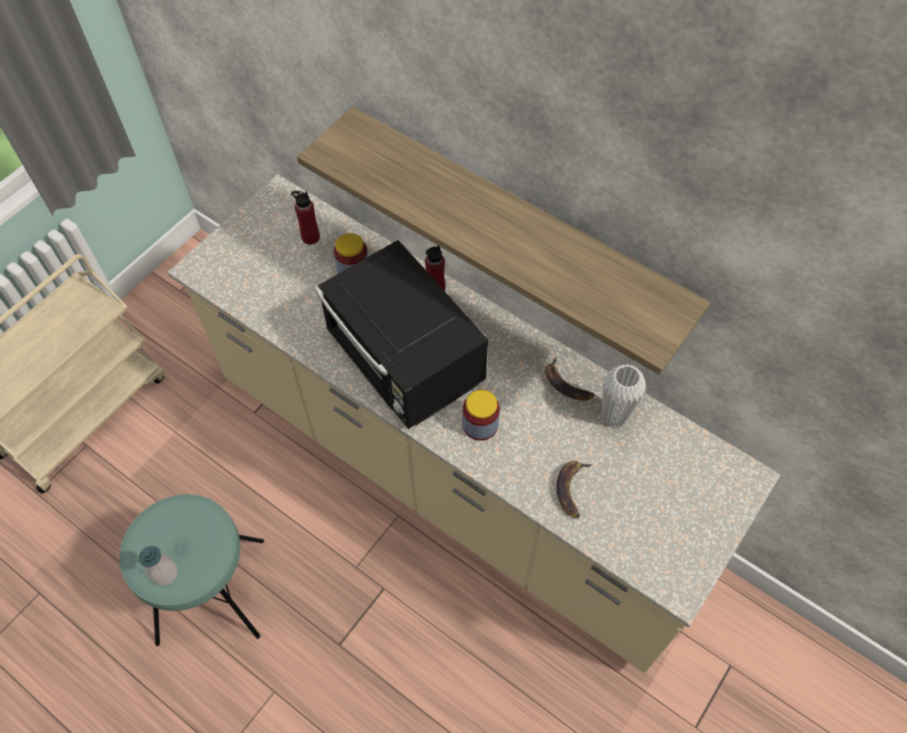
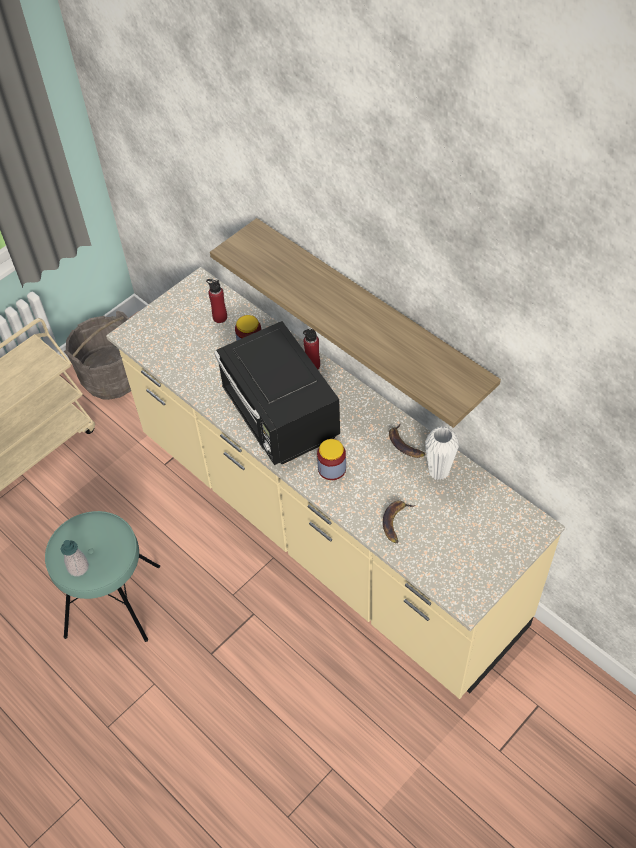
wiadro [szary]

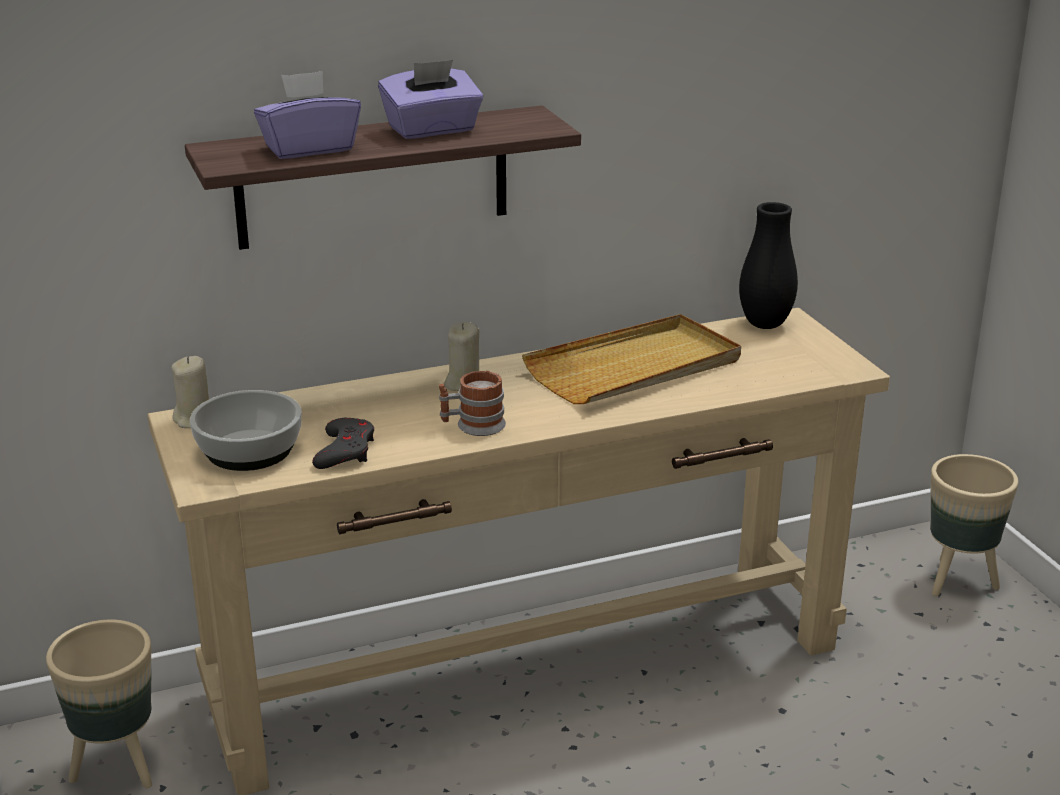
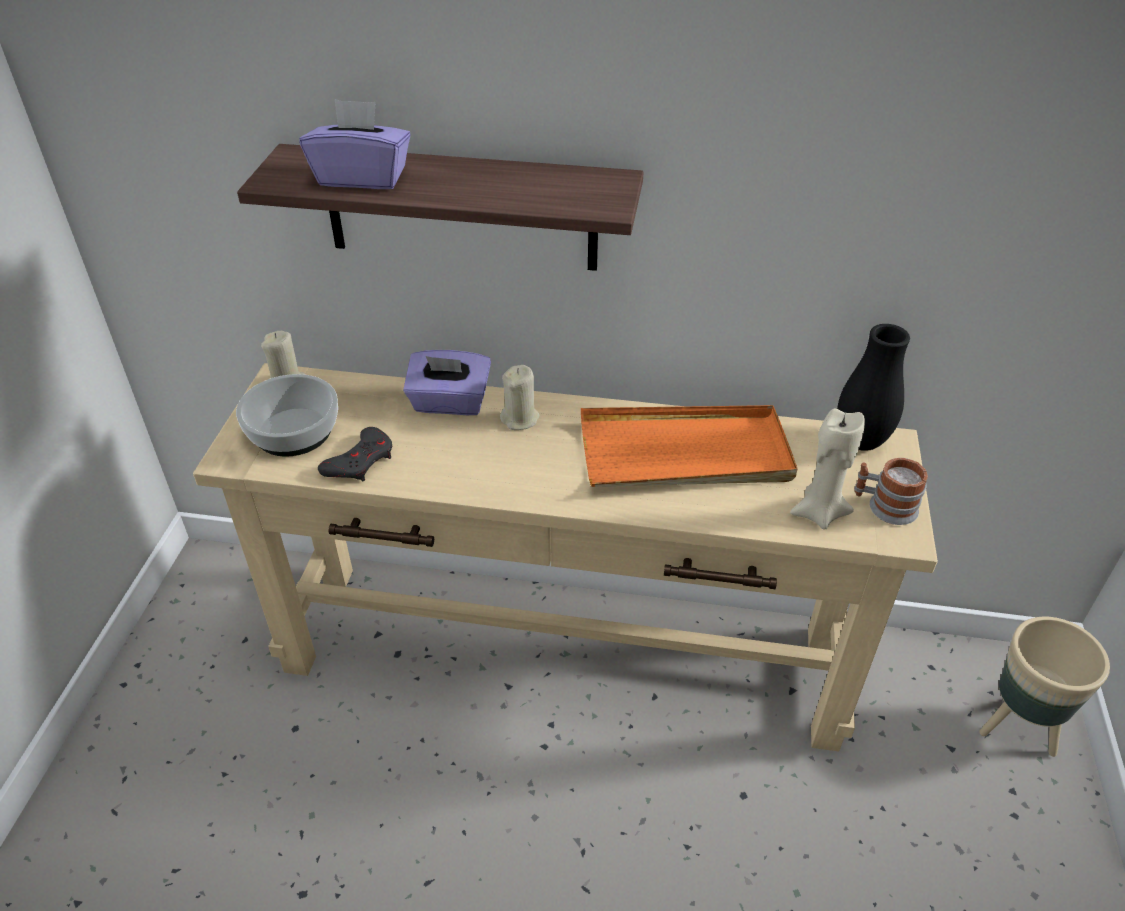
donica [beżowy] (1st from left in the first image)
pudełko chusteczek [fioletowy] (2nd from left)
kubek
taca [pomarańczowy]
świeca [beżowy] (3rd from left)

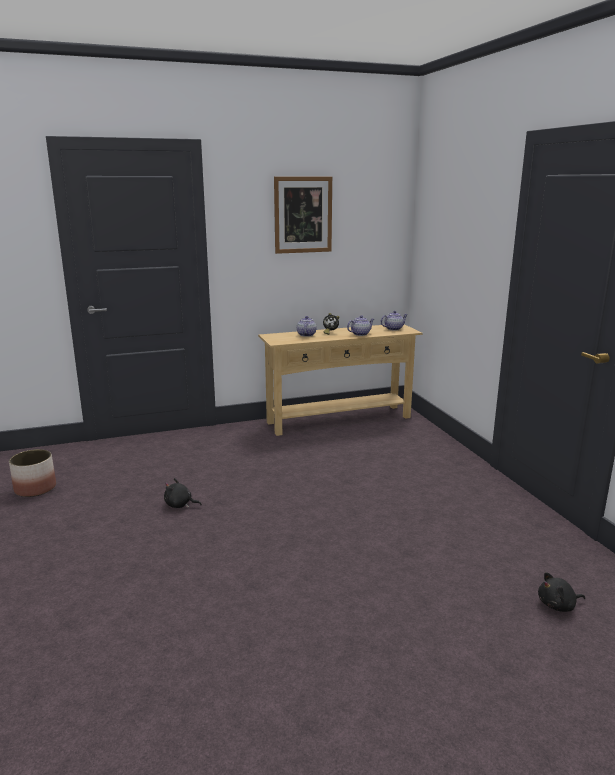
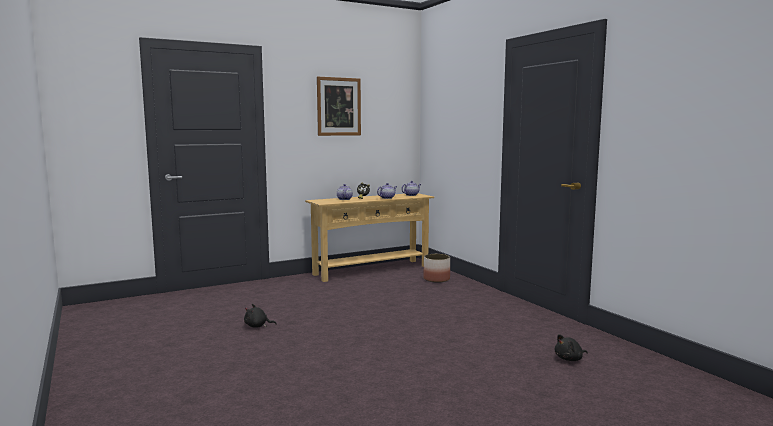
donica

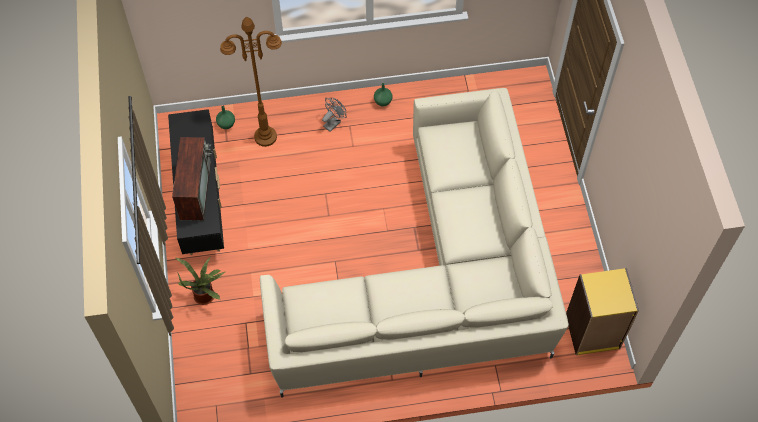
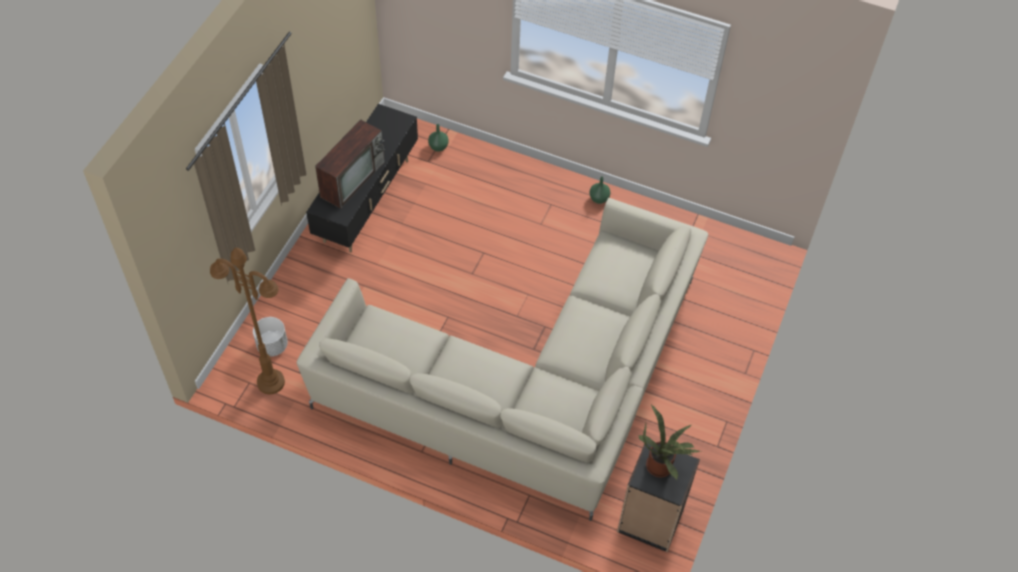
roślina doniczkowa
lampa stojąca [brązowy]
wentylator [szary]
regał [czarny]
donica [biały]

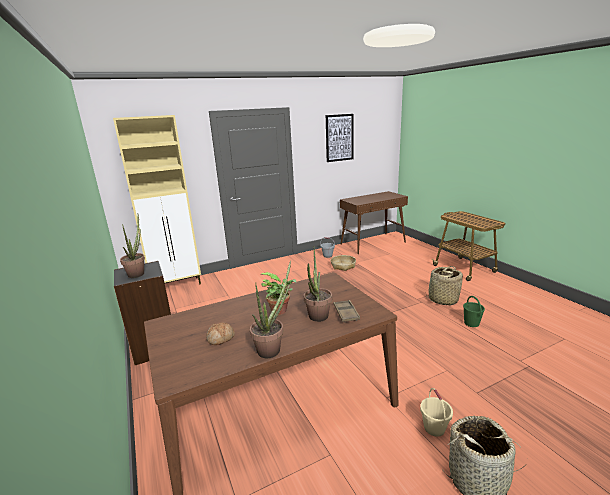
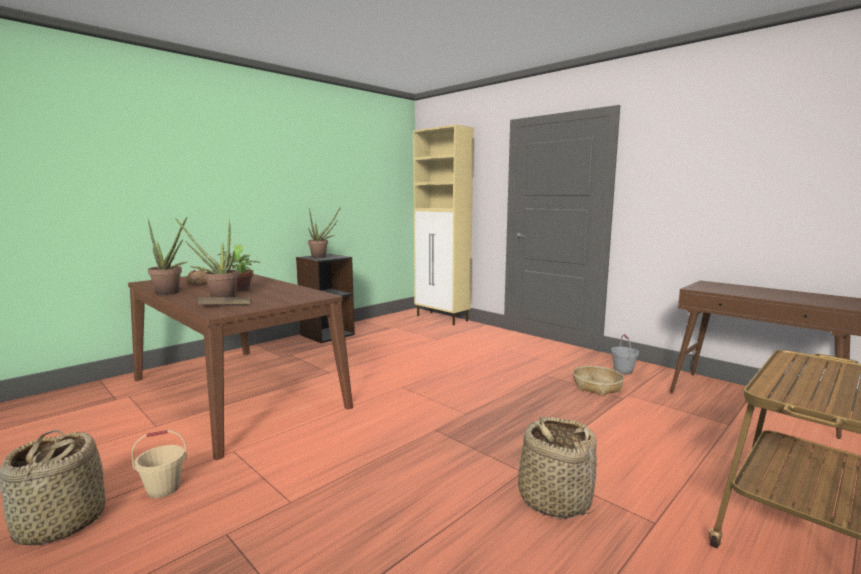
obraz
wiadro [zielony]

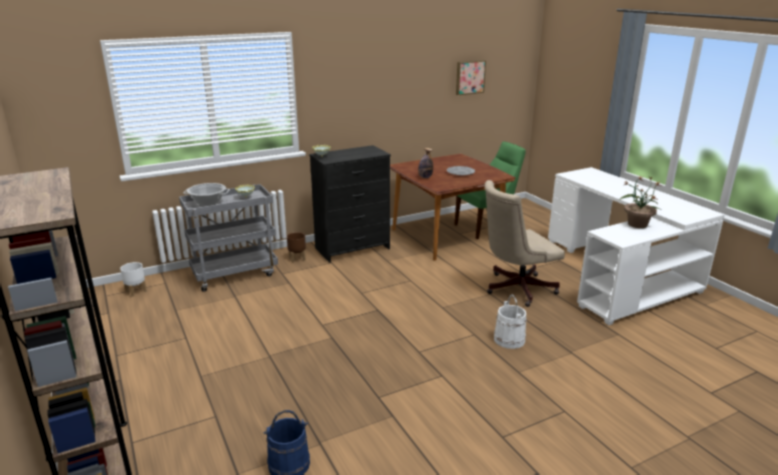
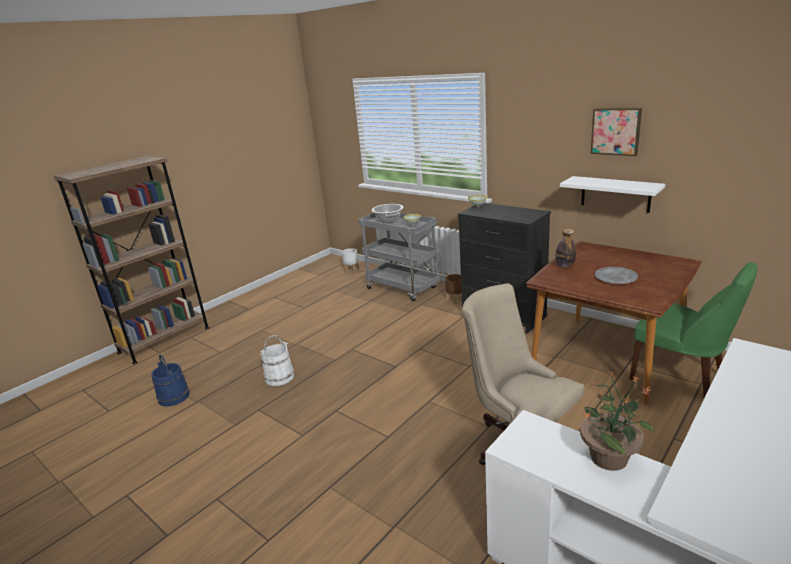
obraz
wiadro [biały]
półka [biały]

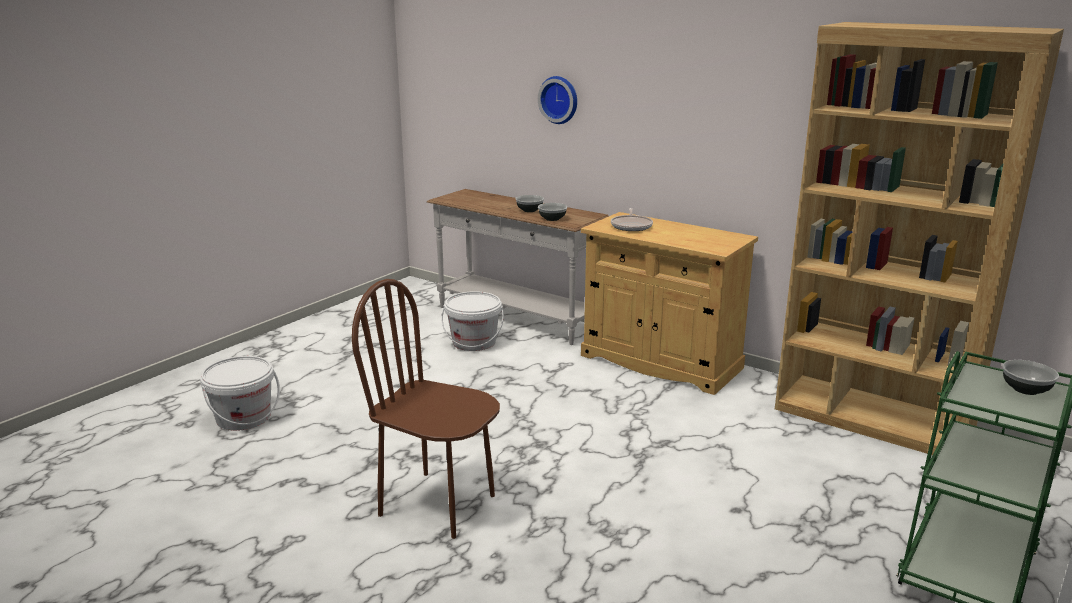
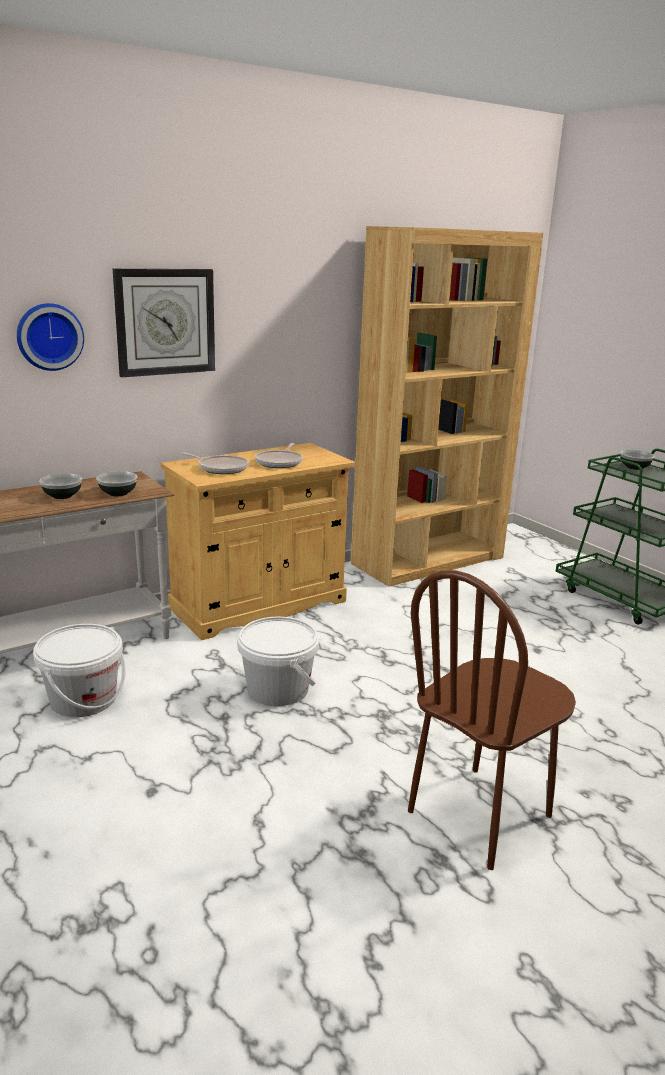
wiadro [biały] (2nd from left)
zegar ścienny (2nd from left)
patelnia (2nd from left)

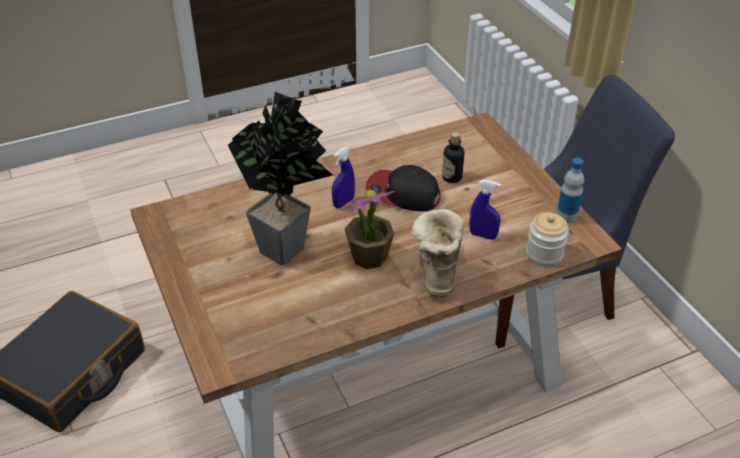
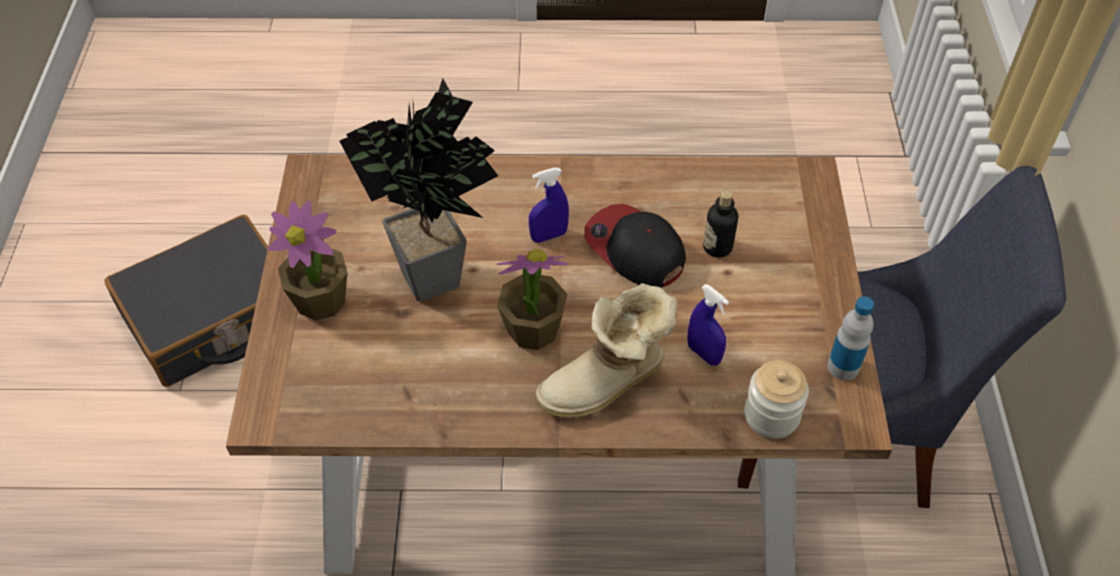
but z cholewką
roślina doniczkowa (1st from left)

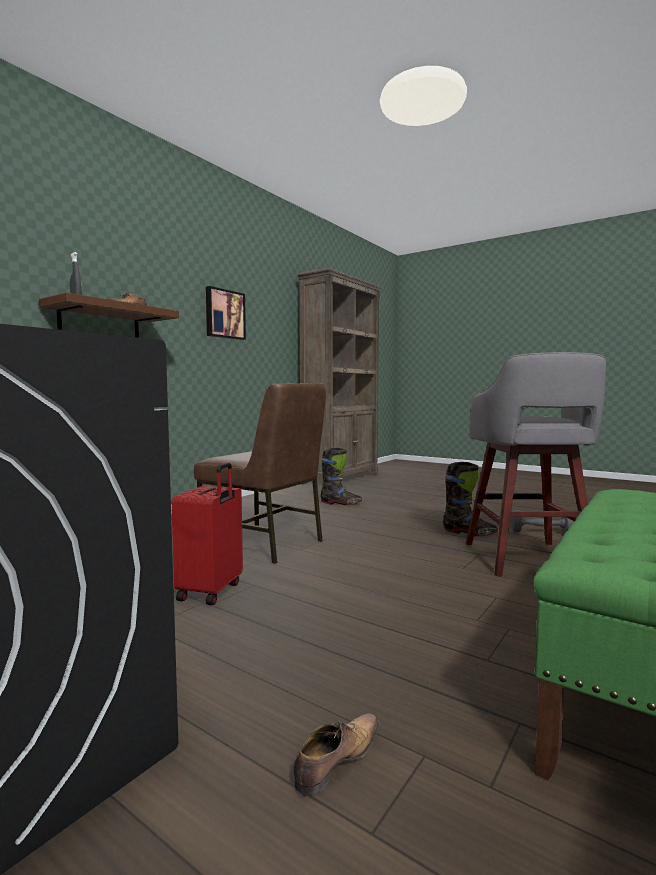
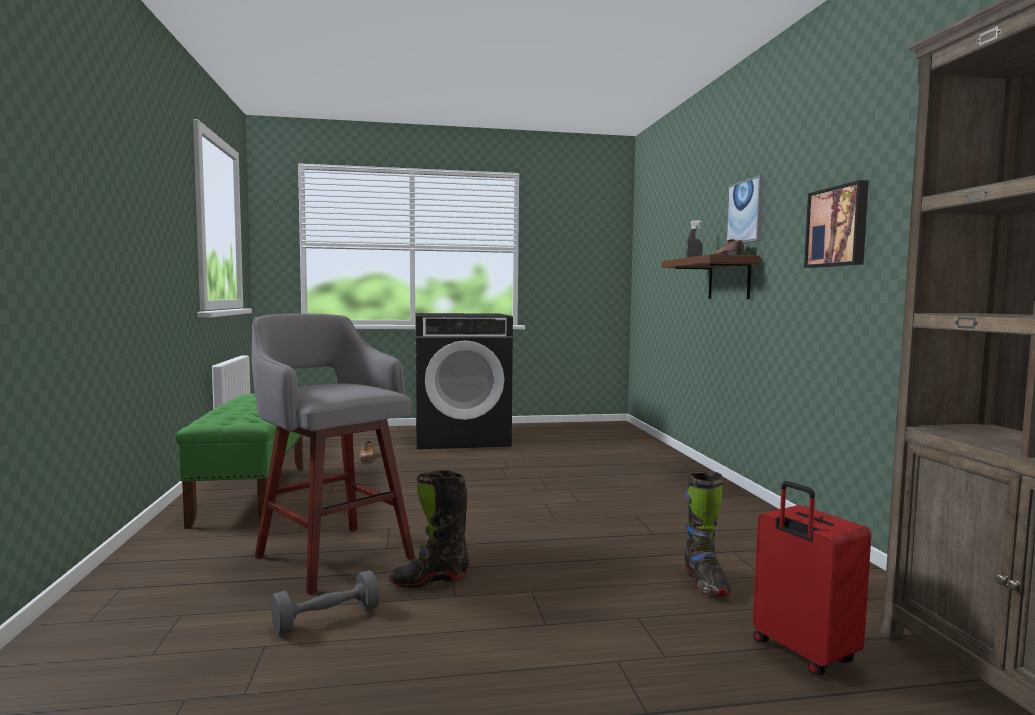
walizka [czerwony]
krzesło [brązowy]
but z cholewką [czarny] (2nd from left)
obraz (1st from left)

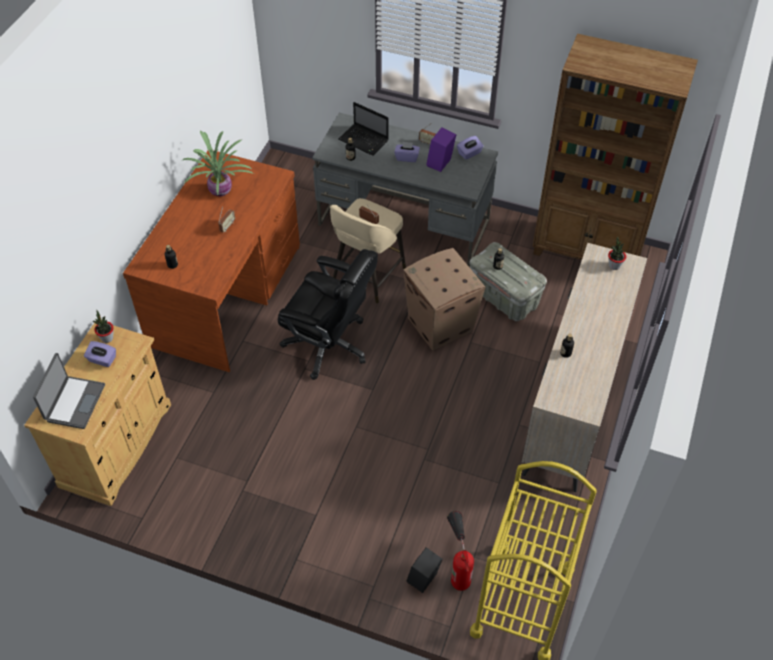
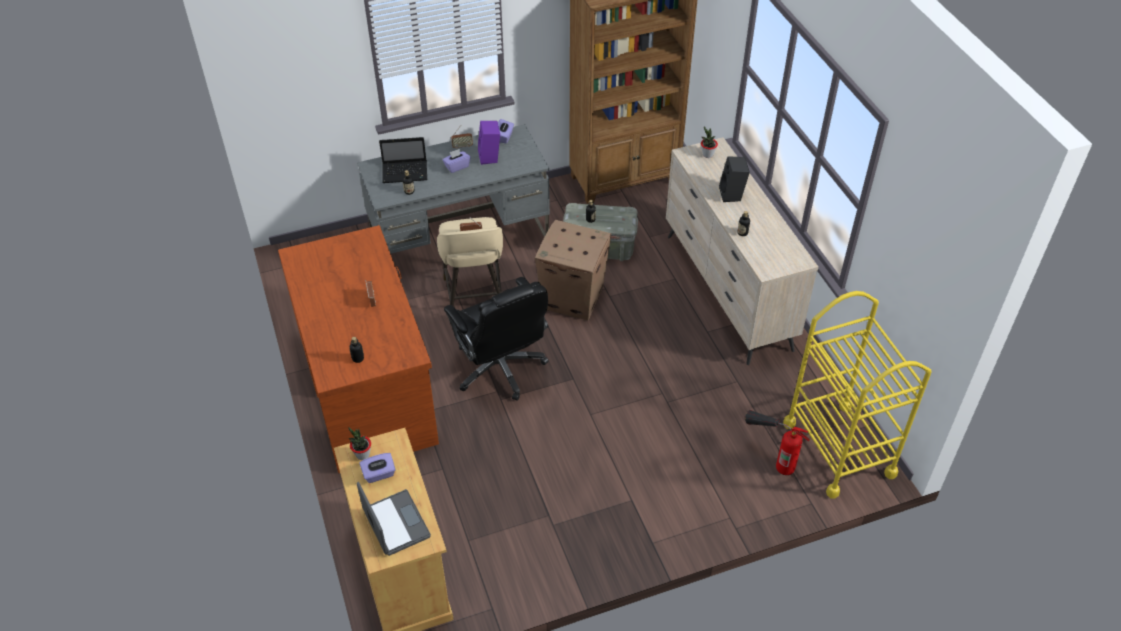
roślina doniczkowa (2nd from left in the first image)
krzesło biurowe [czarny]
głośnik [czarny]

